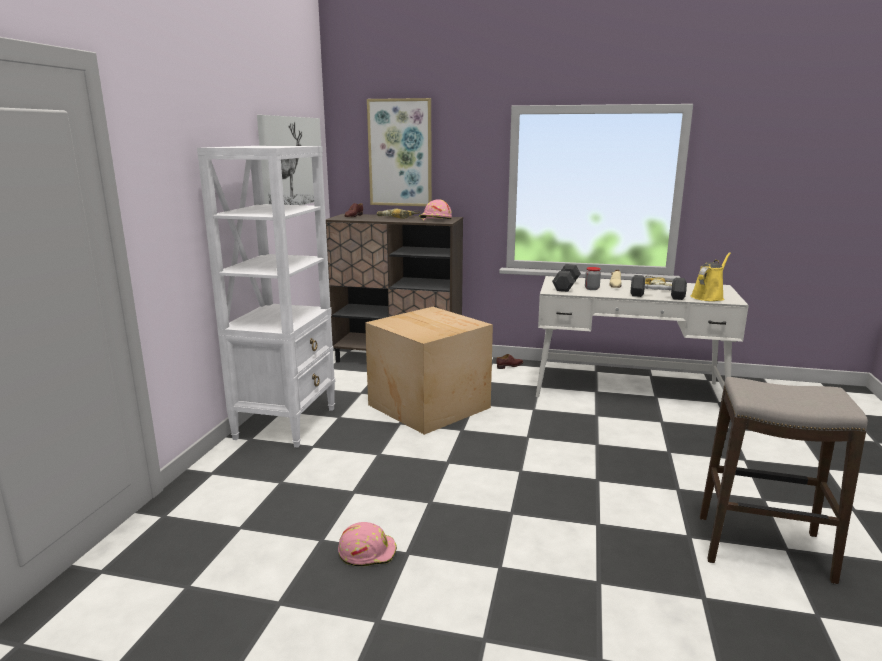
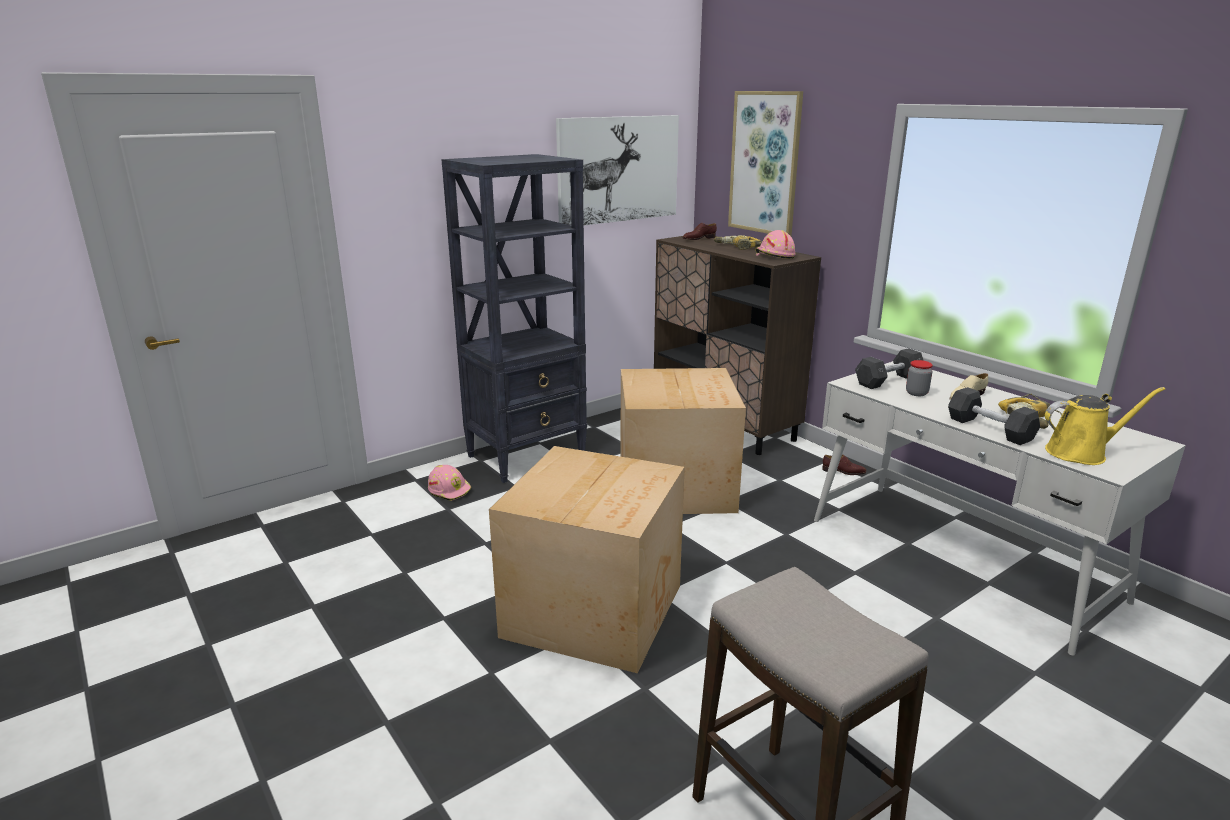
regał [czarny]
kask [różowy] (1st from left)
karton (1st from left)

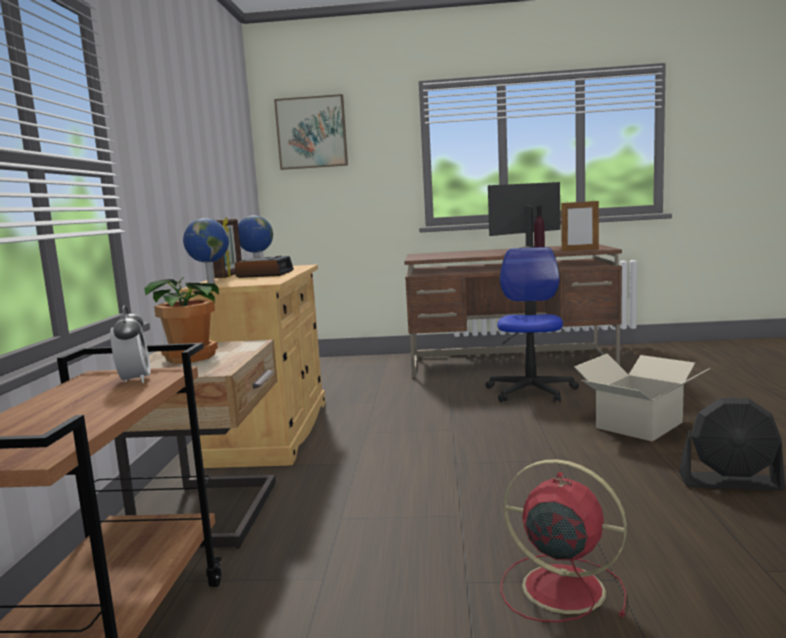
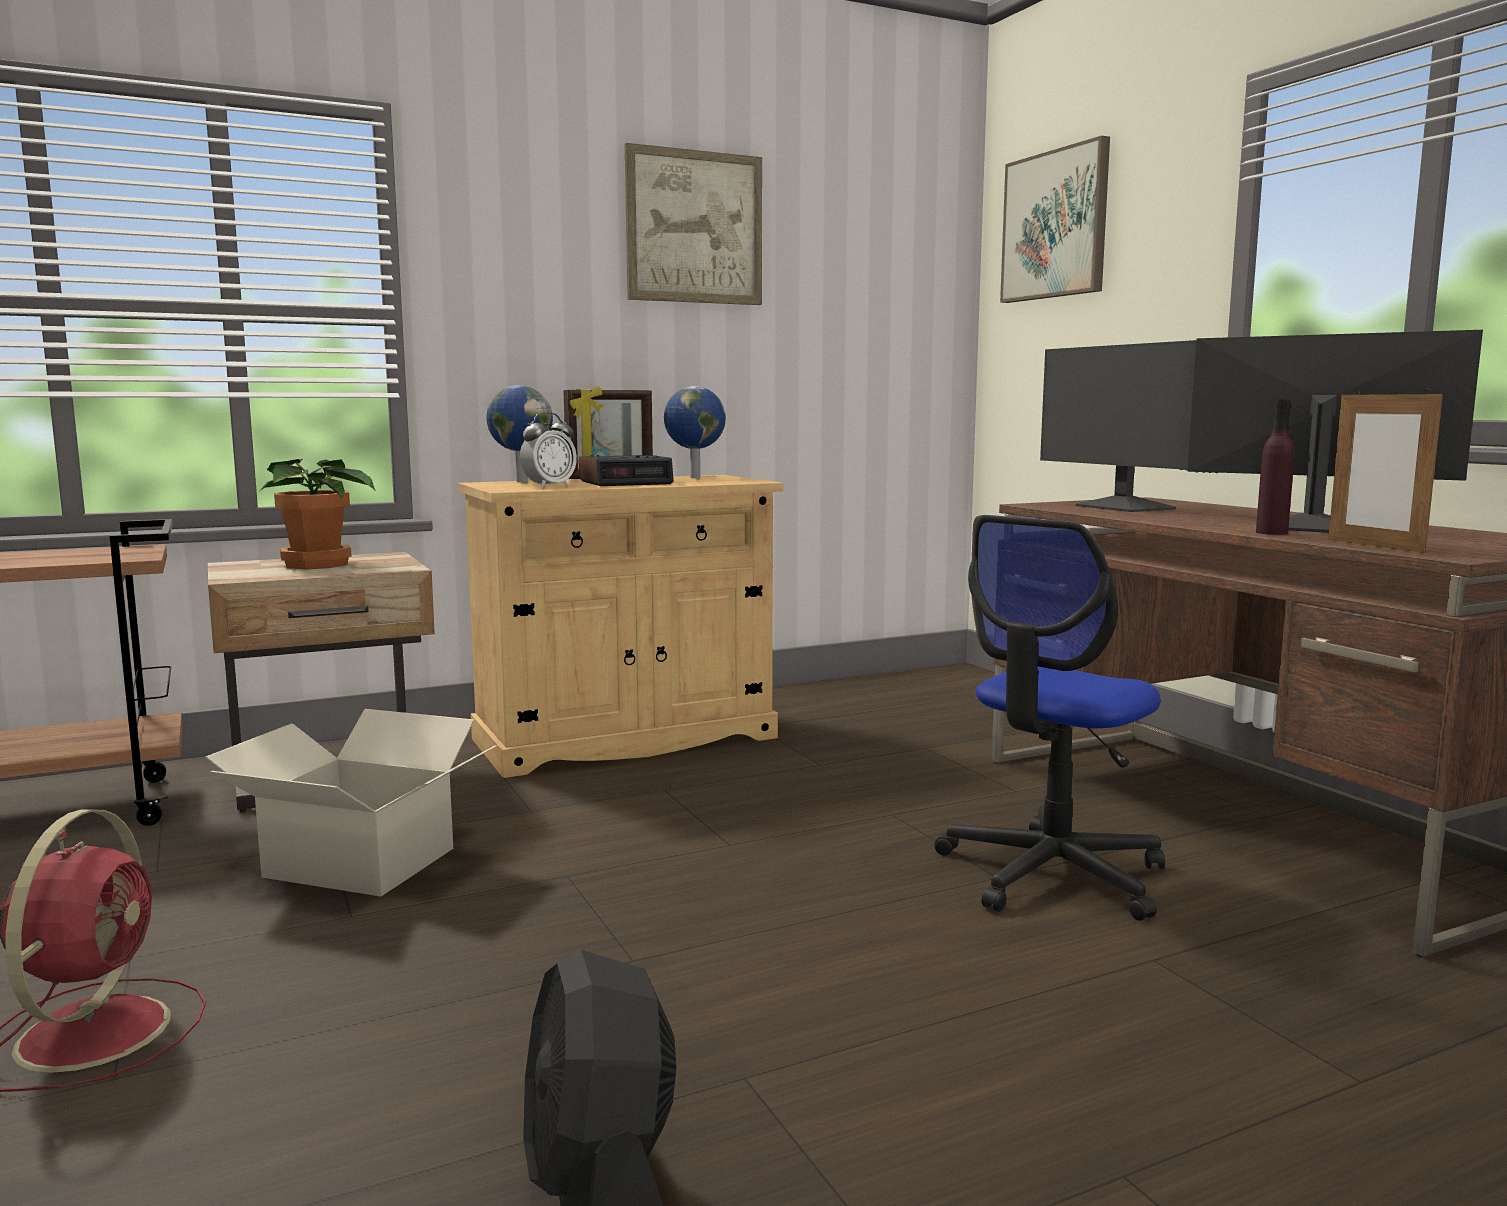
budzik (1st from left)
krzesło biurowe
karton
obraz (1st from left)
monitor (1st from left)

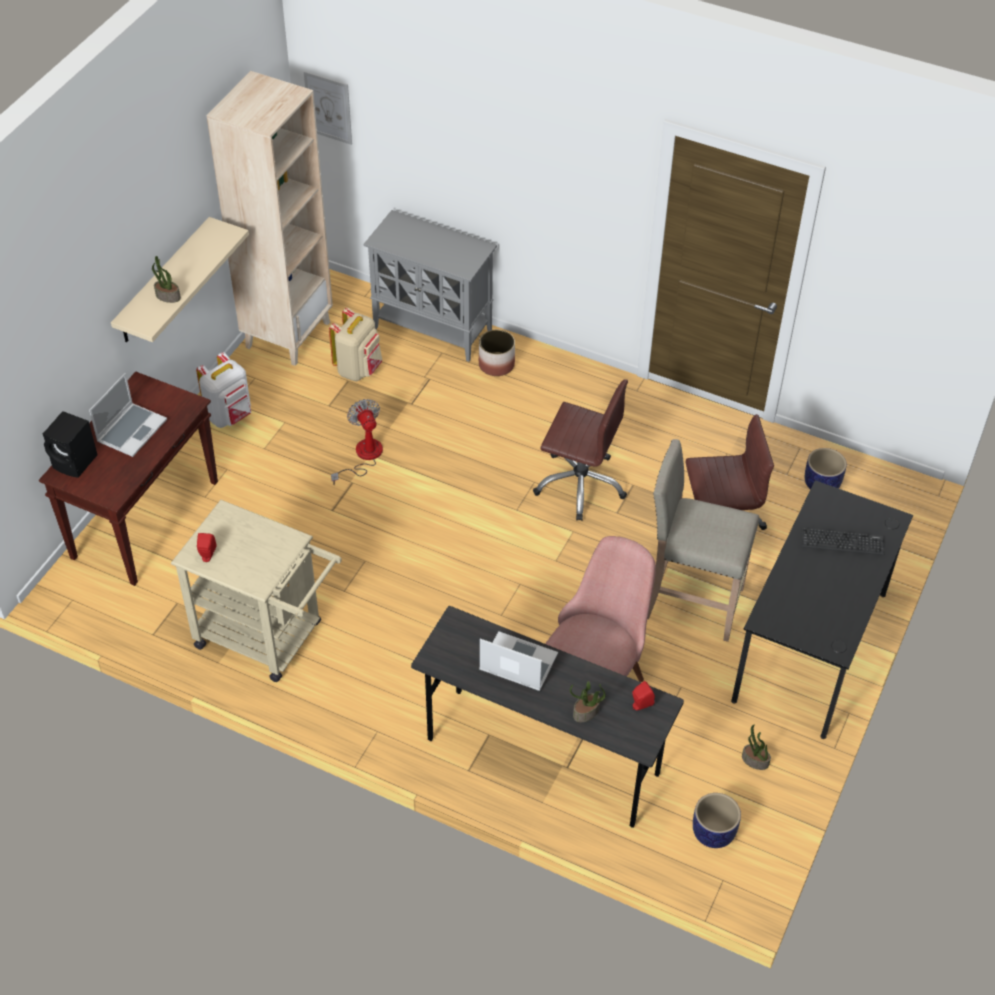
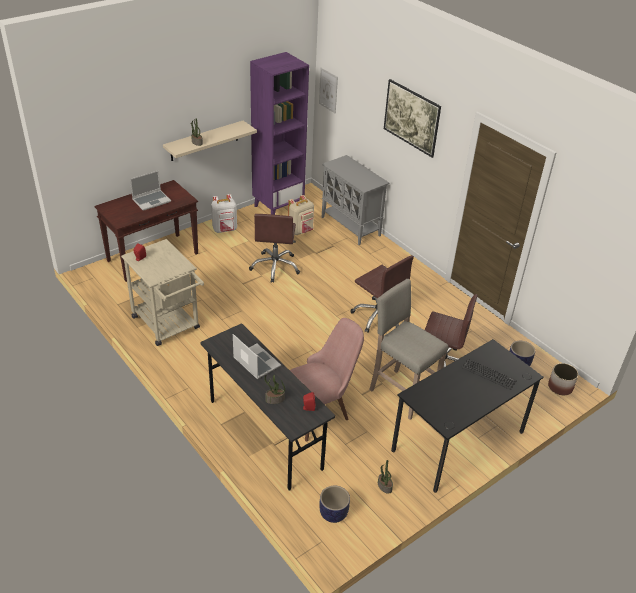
głośnik [czarny]
regał [fioletowy]
krzesło biurowe [brązowy] (1st from left)
donica (3rd from left)
obraz (2nd from left)

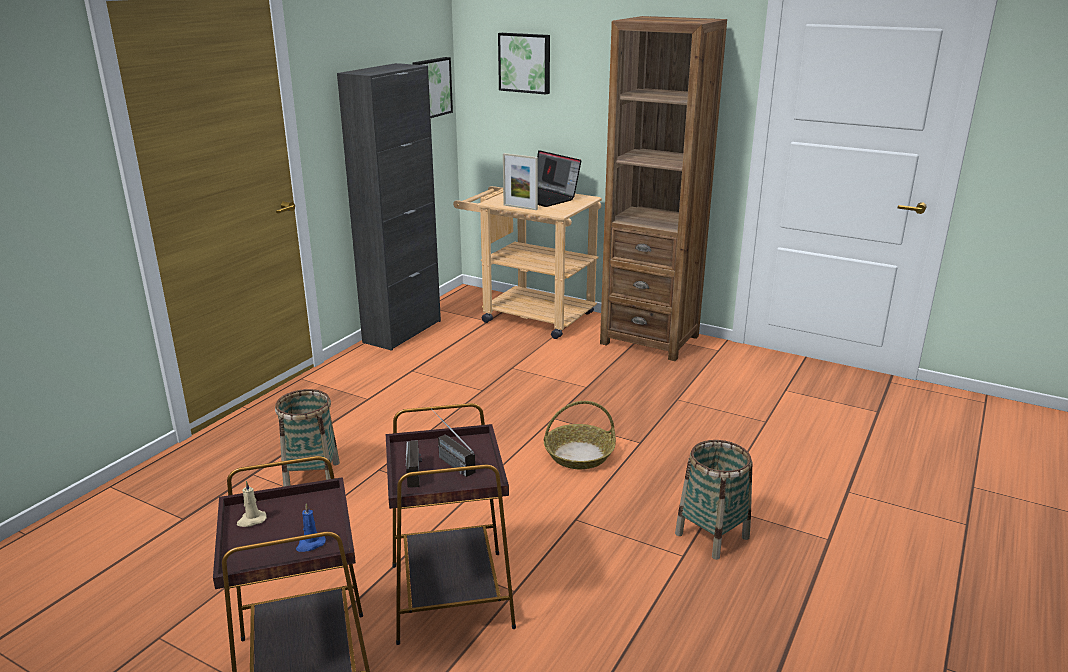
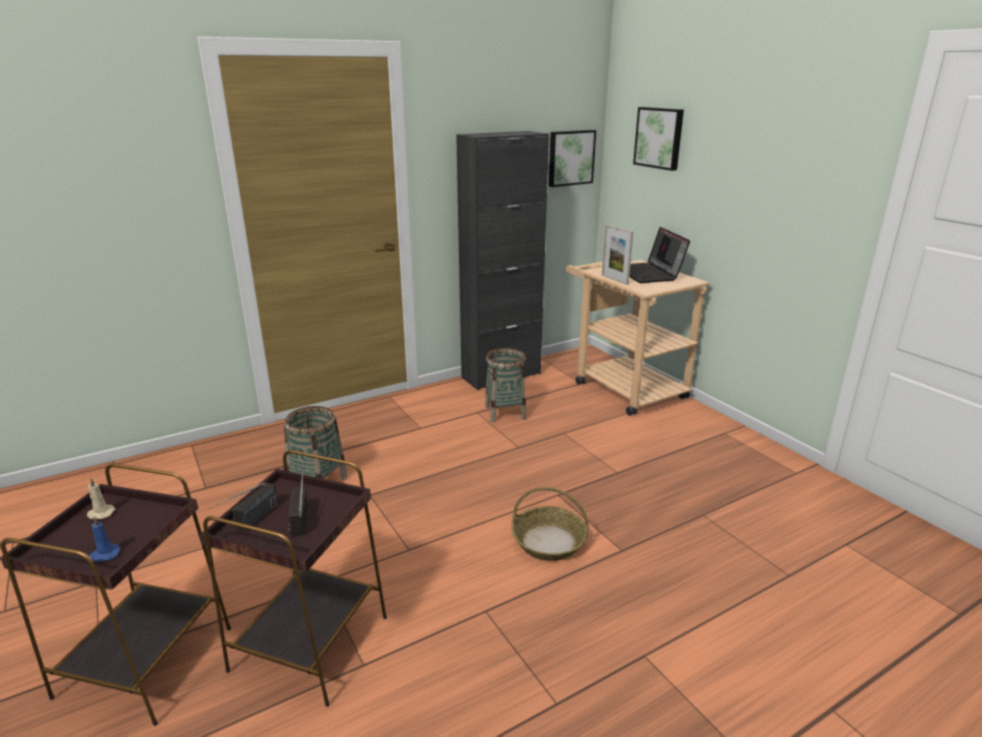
regał [brązowy]
koszyk (2nd from left)

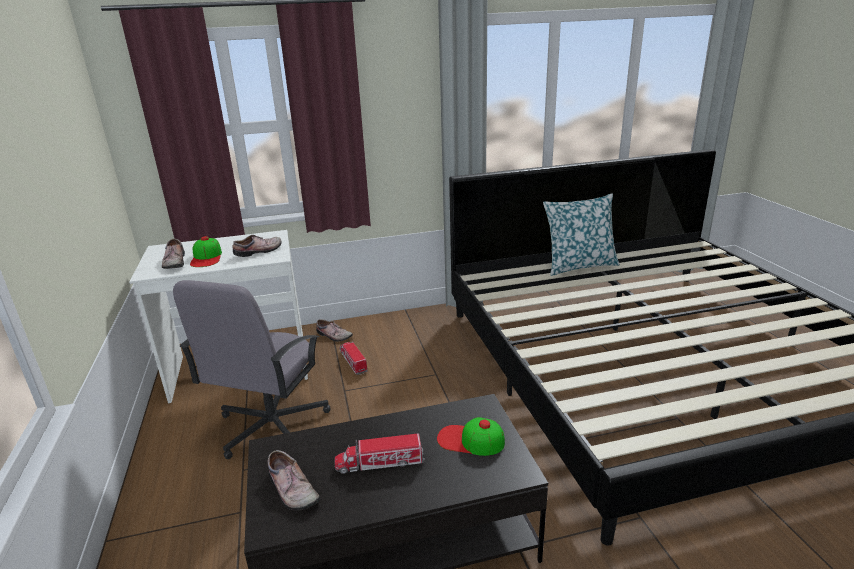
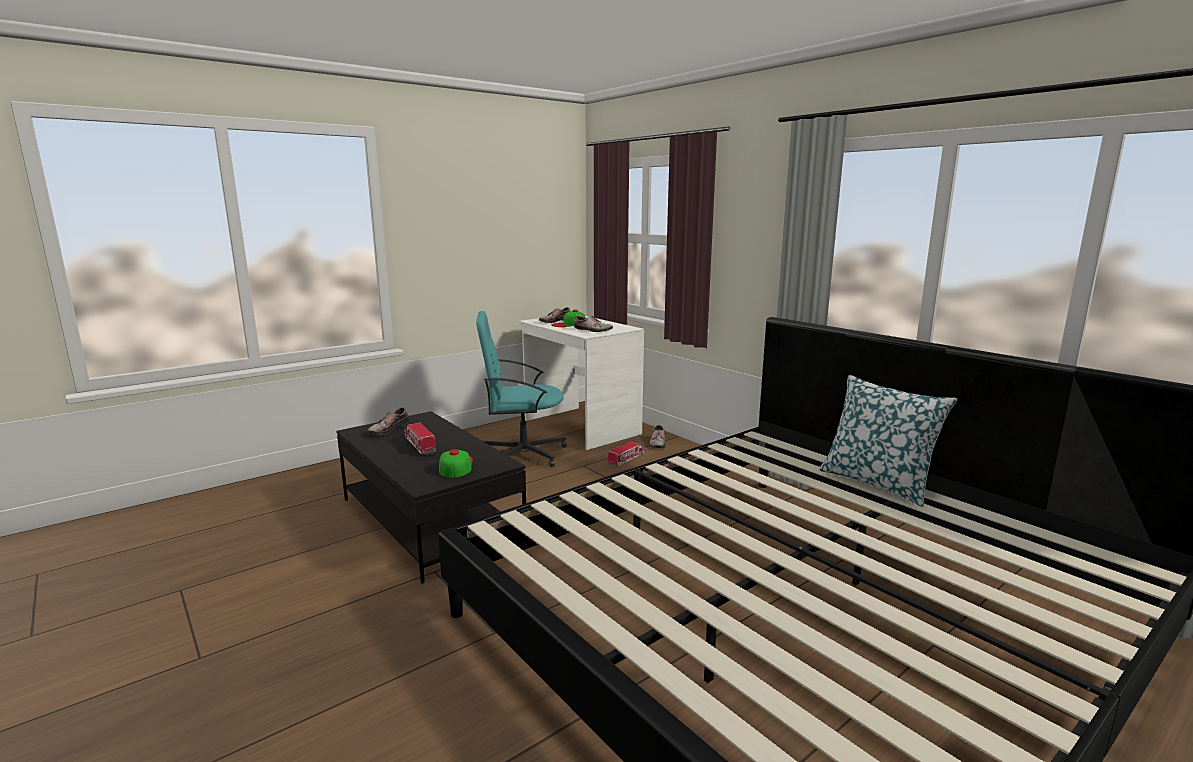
krzesło biurowe [turkusowy]

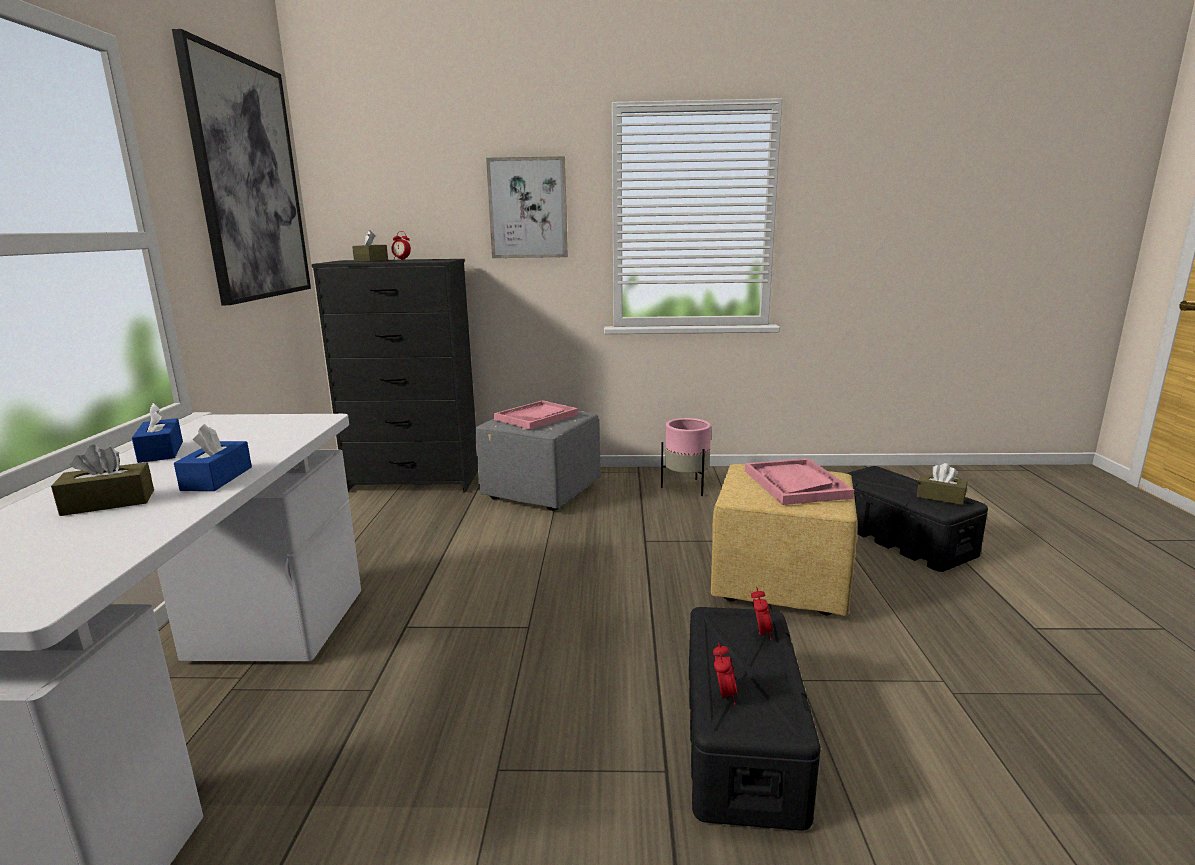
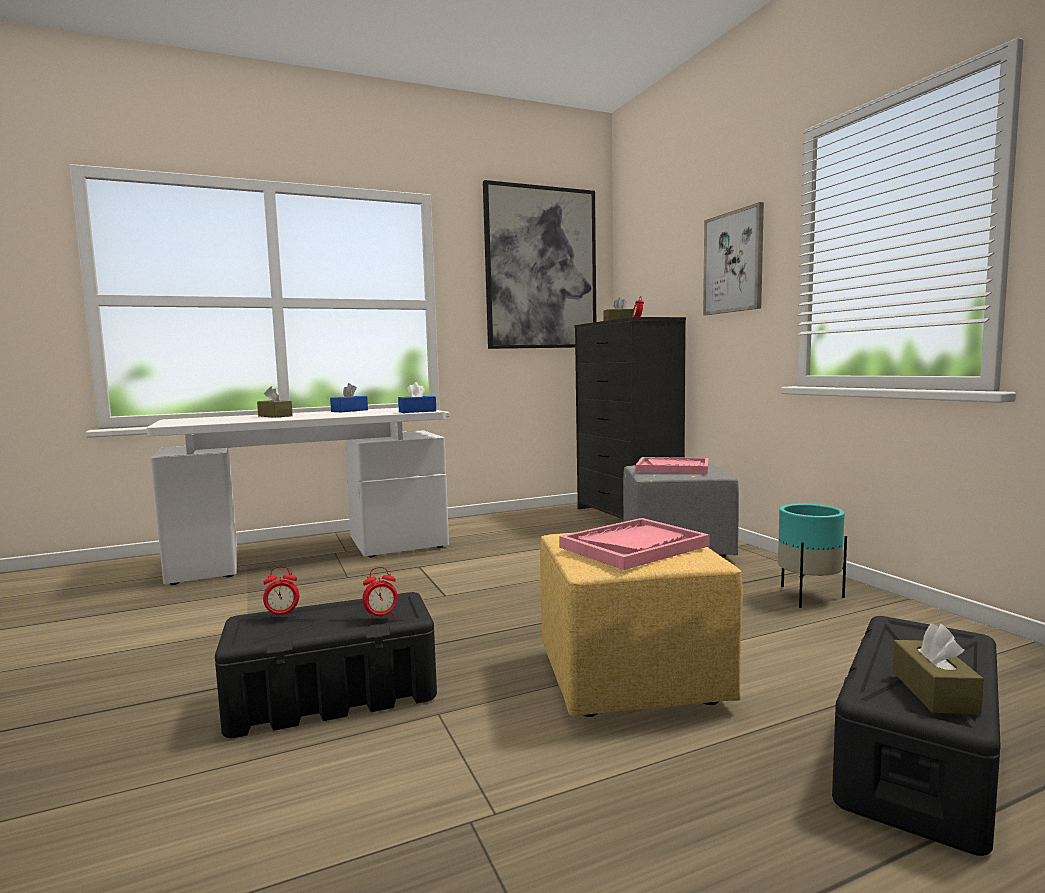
pudełko chusteczek [niebieski] (2nd from left)
donica [turkusowy]

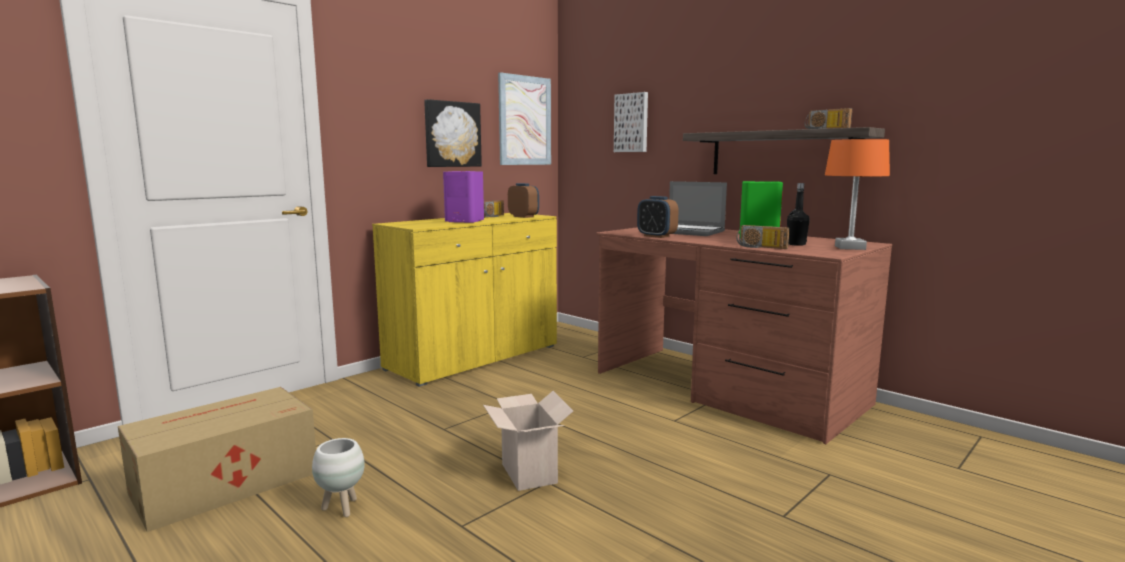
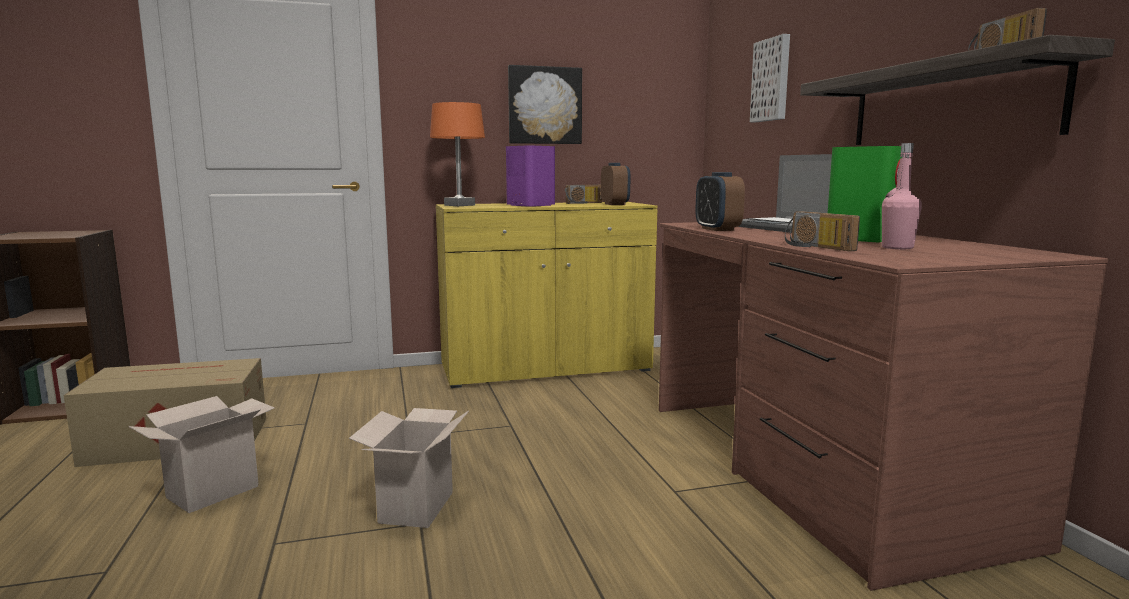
karton (2nd from left)
obraz (2nd from left in the first image)
butelka [różowy]
lampa stołowa [pomarańczowy]

